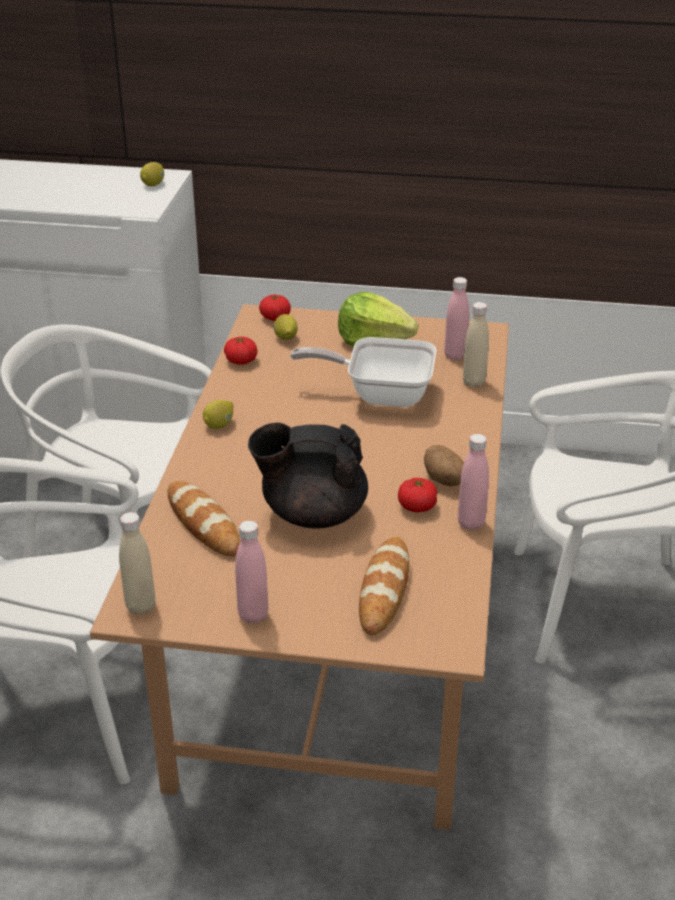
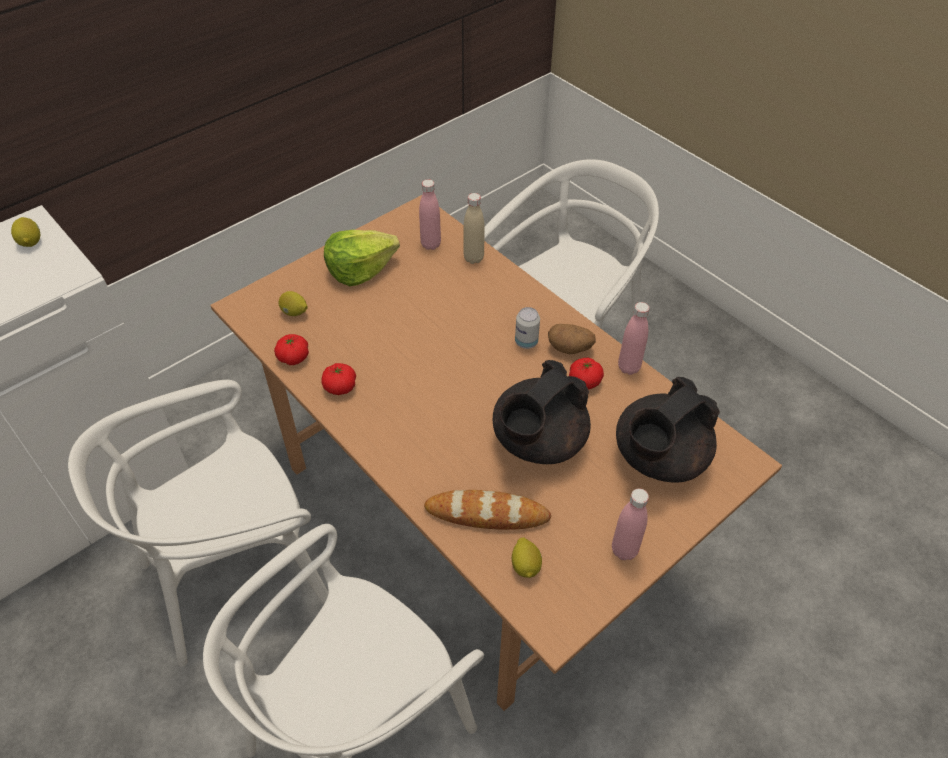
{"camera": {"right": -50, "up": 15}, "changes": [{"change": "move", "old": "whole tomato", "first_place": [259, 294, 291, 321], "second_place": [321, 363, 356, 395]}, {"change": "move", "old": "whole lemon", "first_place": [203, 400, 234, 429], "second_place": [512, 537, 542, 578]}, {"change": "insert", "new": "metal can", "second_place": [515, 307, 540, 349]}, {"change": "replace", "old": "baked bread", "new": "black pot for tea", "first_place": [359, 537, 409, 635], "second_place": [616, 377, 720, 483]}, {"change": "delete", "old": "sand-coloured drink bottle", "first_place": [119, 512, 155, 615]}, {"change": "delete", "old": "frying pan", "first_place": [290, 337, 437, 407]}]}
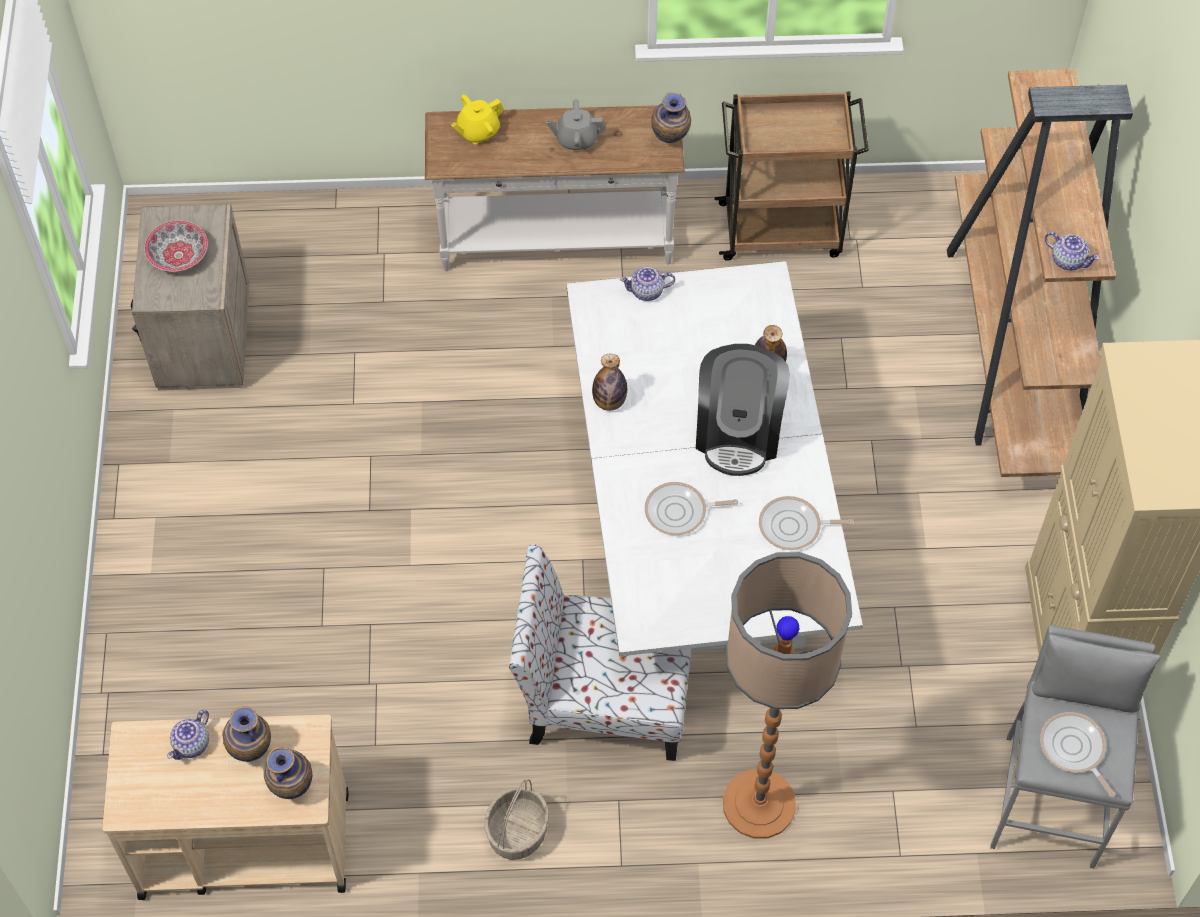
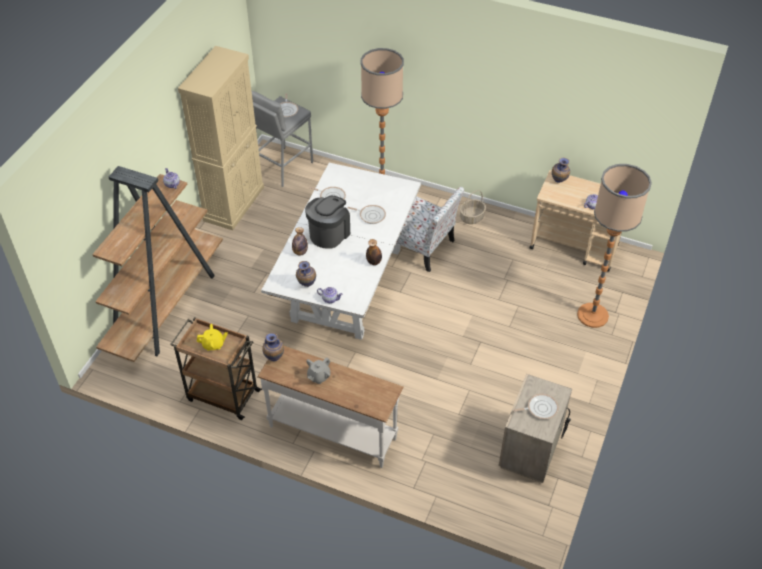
{"camera": {"right": -155, "up": -10}, "changes": [{"change": "move", "old": "yellowish pot for tea", "first_place": [451, 94, 504, 144], "second_place": [197, 324, 228, 351]}, {"change": "move", "old": "flower vase", "first_place": [222, 706, 271, 762], "second_place": [296, 261, 316, 287]}, {"change": "rotate", "old": "gray pot for tea", "first_place": [546, 99, 606, 150], "second_place": [307, 357, 331, 384], "degrees": 105}, {"change": "replace", "old": "serving bowl", "new": "frying pan", "first_place": [144, 221, 208, 272], "second_place": [513, 394, 559, 419]}, {"change": "insert", "new": "standing lamp", "second_place": [577, 164, 652, 328]}]}
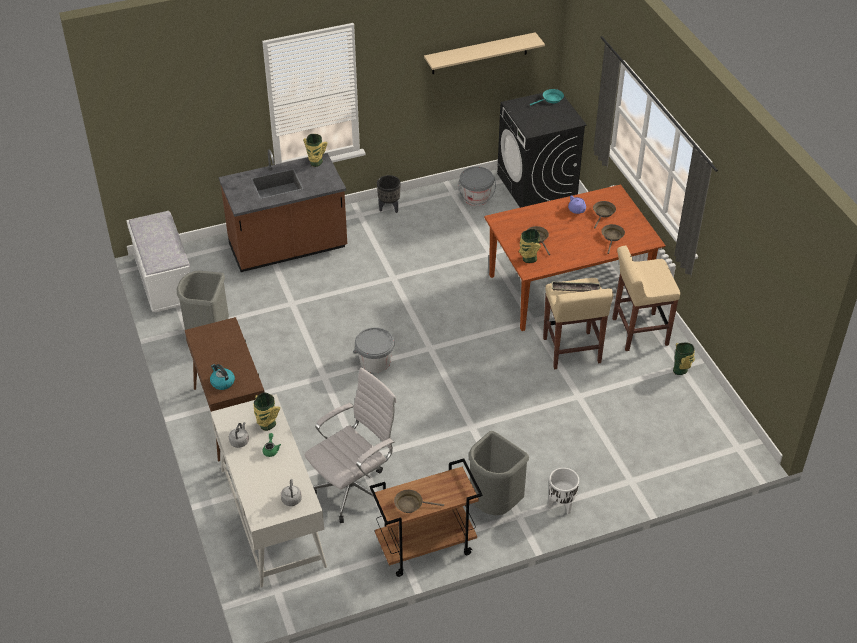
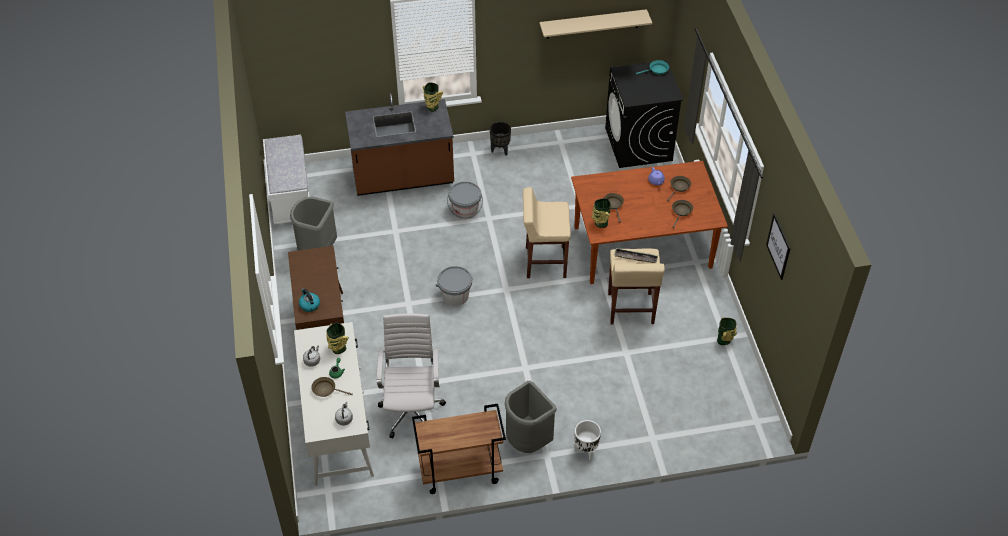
{"camera": {"right": 10, "up": 5}, "changes": [{"change": "move", "old": "brownish frying pan", "first_place": [394, 490, 444, 513], "second_place": [311, 377, 353, 397]}, {"change": "rotate", "old": "whitish computer chair", "first_place": [305, 368, 397, 523], "second_place": [376, 313, 446, 438], "degrees": -60}, {"change": "move", "old": "gray water bucket", "first_place": [459, 167, 496, 206], "second_place": [447, 181, 483, 219]}, {"change": "move", "old": "sand-coloured stool seat", "first_place": [612, 245, 680, 351], "second_place": [523, 187, 571, 278]}, {"change": "insert", "new": "wall art", "second_place": [766, 213, 791, 280]}]}
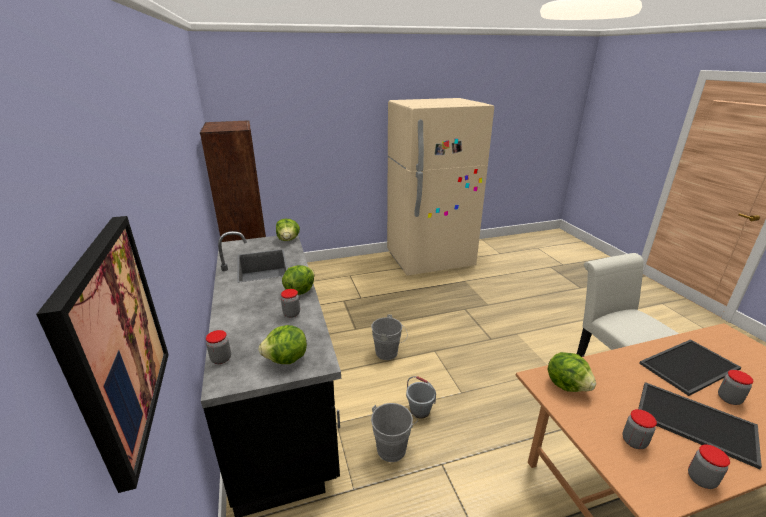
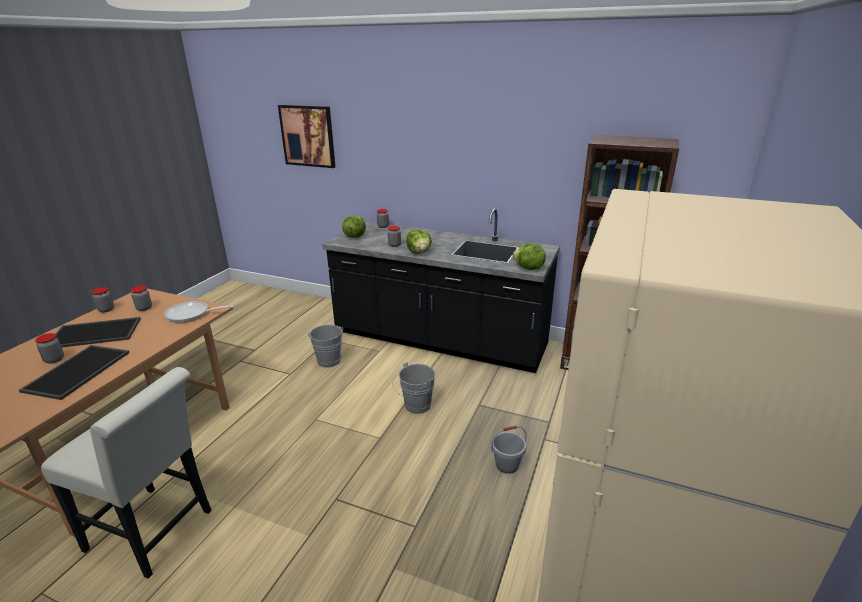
{"camera": {"right": 130, "up": 0}, "changes": [{"change": "replace", "old": "head of lettuce", "new": "frying pan", "first_place": [548, 352, 596, 392], "second_place": [164, 301, 234, 323]}, {"change": "move", "old": "gray water bucket", "first_place": [406, 376, 436, 419], "second_place": [491, 426, 527, 474]}]}
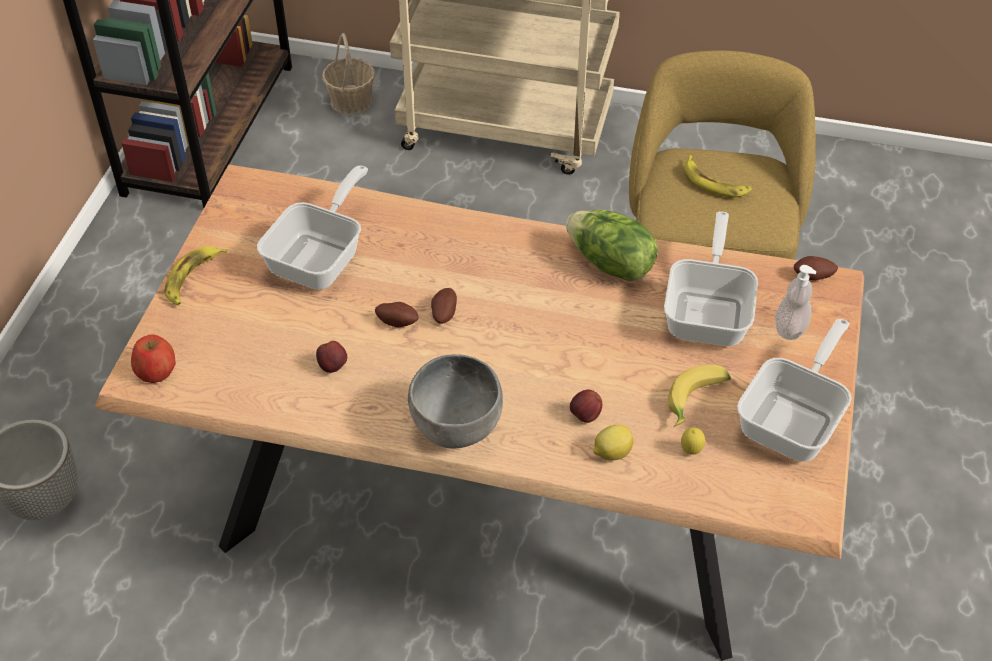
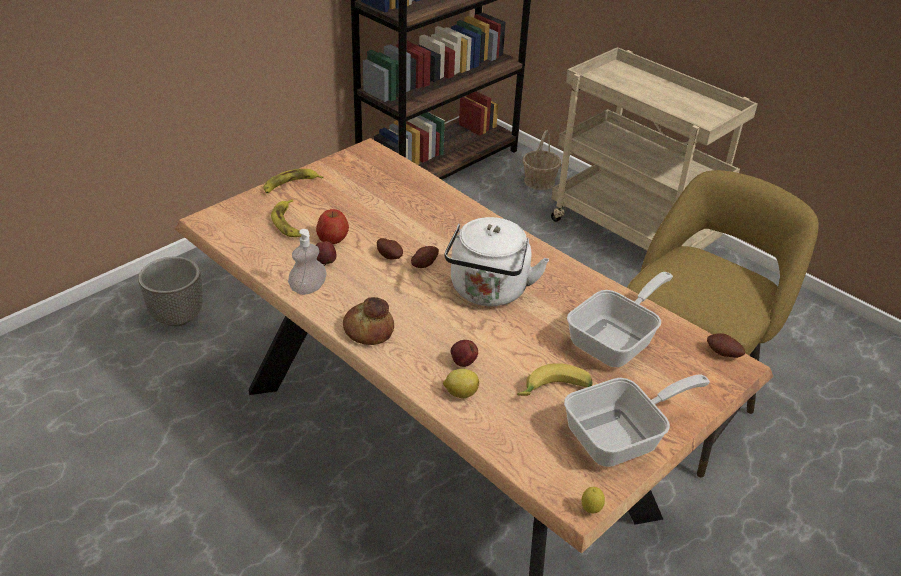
{"camera": {"right": 30, "up": -10}, "changes": [{"change": "move", "old": "banana", "first_place": [684, 155, 752, 198], "second_place": [271, 199, 301, 237]}, {"change": "move", "old": "liquid soap bottle", "first_place": [775, 265, 816, 340], "second_place": [288, 229, 327, 295]}, {"change": "move", "old": "apple", "first_place": [131, 334, 176, 383], "second_place": [316, 209, 349, 244]}, {"change": "replace", "old": "gray serving bowl", "new": "baked bread", "first_place": [408, 354, 503, 448], "second_place": [343, 297, 394, 345]}, {"change": "insert", "new": "whitish kettle", "second_place": [444, 217, 549, 306]}, {"change": "move", "old": "whole lemon", "first_place": [681, 427, 705, 455], "second_place": [581, 487, 605, 514]}, {"change": "delete", "old": "frying pan", "first_place": [257, 165, 368, 290]}, {"change": "delete", "old": "head of lettuce", "first_place": [566, 210, 658, 281]}]}
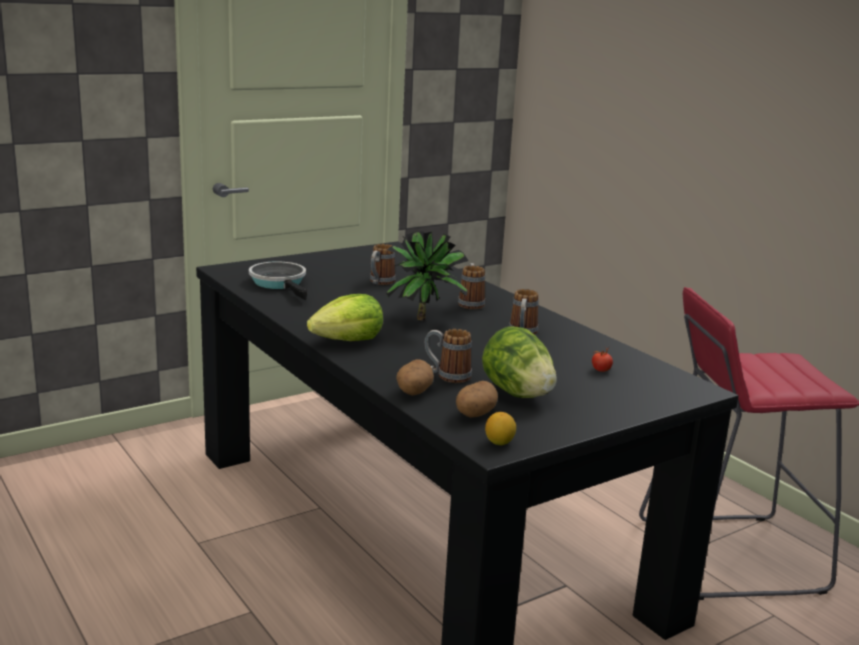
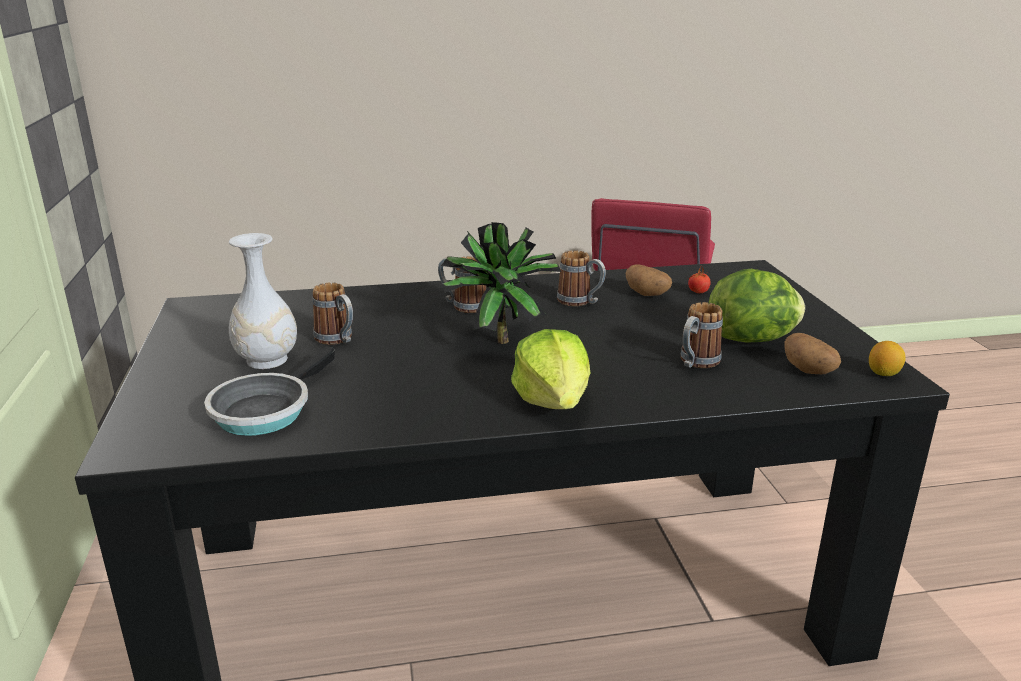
{"camera": {"right": -65, "up": 5}, "changes": [{"change": "rotate", "old": "frying pan", "first_place": [249, 261, 308, 300], "second_place": [204, 346, 335, 436], "degrees": -60}, {"change": "insert", "new": "whitish flower vase", "second_place": [229, 233, 297, 369]}, {"change": "move", "old": "potato", "first_place": [396, 359, 434, 396], "second_place": [626, 264, 672, 296]}]}
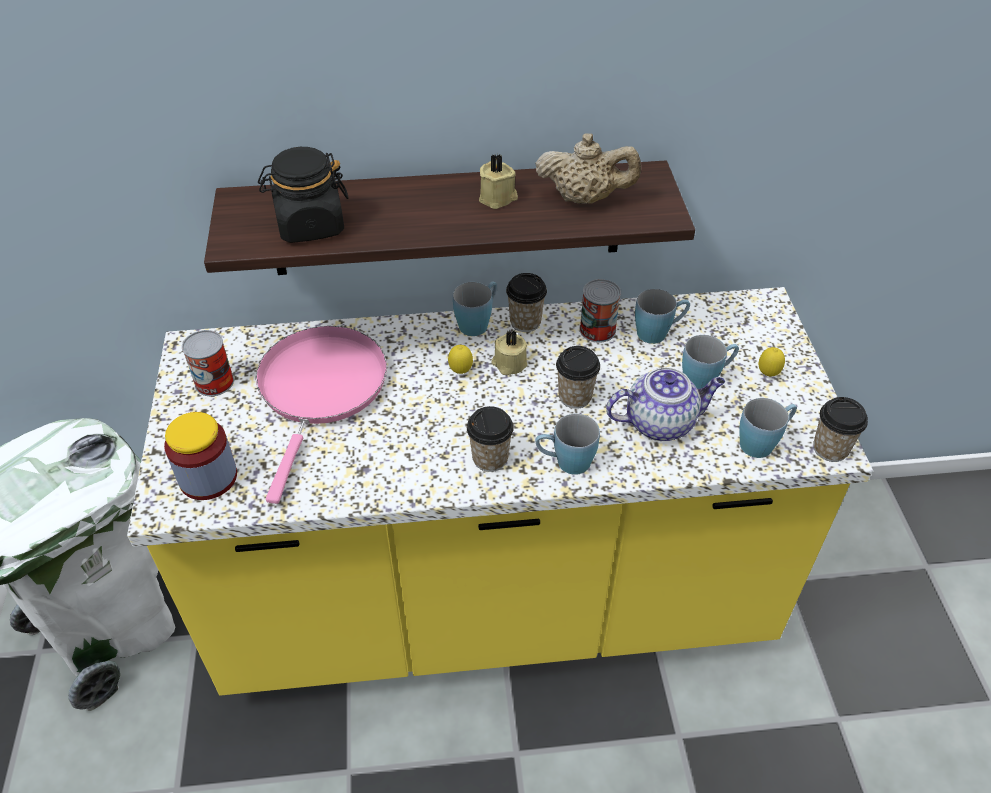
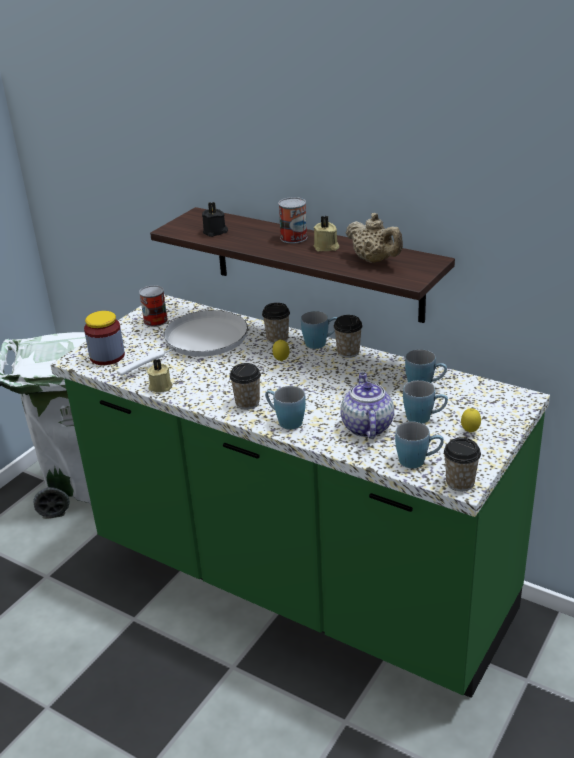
{"camera": {"right": 40, "up": -15}, "changes": [{"change": "recolor", "old": "yellowish kitchen base unit", "new": "green-coloured kitchen base unit", "first_place": [127, 287, 873, 696], "second_place": [50, 295, 550, 698]}, {"change": "recolor", "old": "pinkish frying pan", "new": "whitish frying pan", "first_place": [256, 326, 387, 504], "second_place": [117, 310, 248, 376]}, {"change": "move", "old": "sand-coloured wax candle", "first_place": [491, 330, 528, 375], "second_place": [147, 359, 173, 393]}, {"change": "replace", "old": "black storage jar", "new": "black wax candle", "first_place": [258, 147, 349, 243], "second_place": [202, 202, 228, 237]}, {"change": "move", "old": "cup", "first_place": [556, 346, 600, 409], "second_place": [262, 303, 290, 344]}, {"change": "move", "old": "metal can", "first_place": [580, 279, 621, 343], "second_place": [278, 197, 307, 244]}, {"change": "rotate", "old": "pot for tea", "first_place": [606, 367, 725, 441], "second_place": [340, 373, 394, 439], "degrees": -120}]}
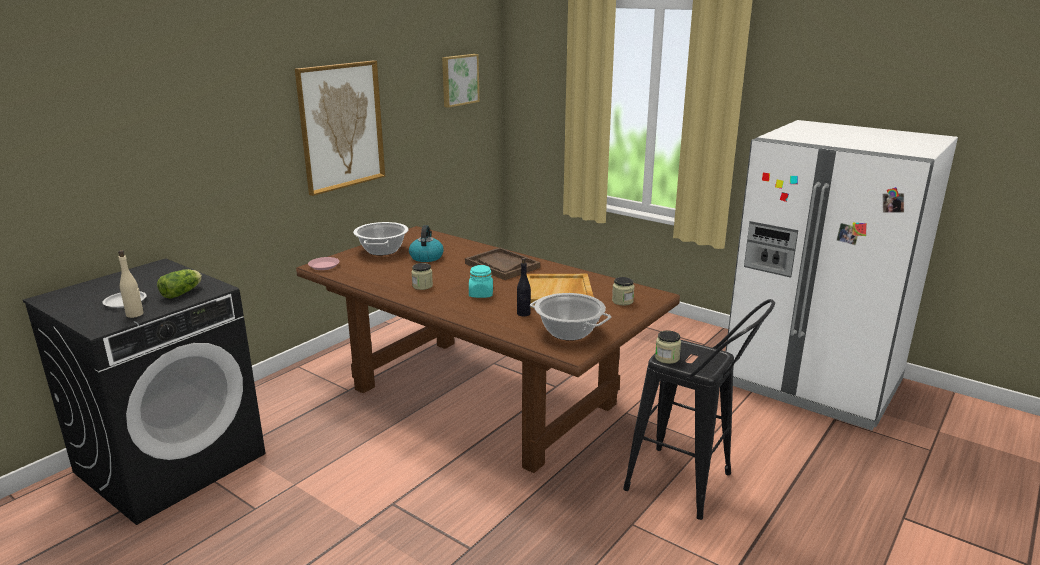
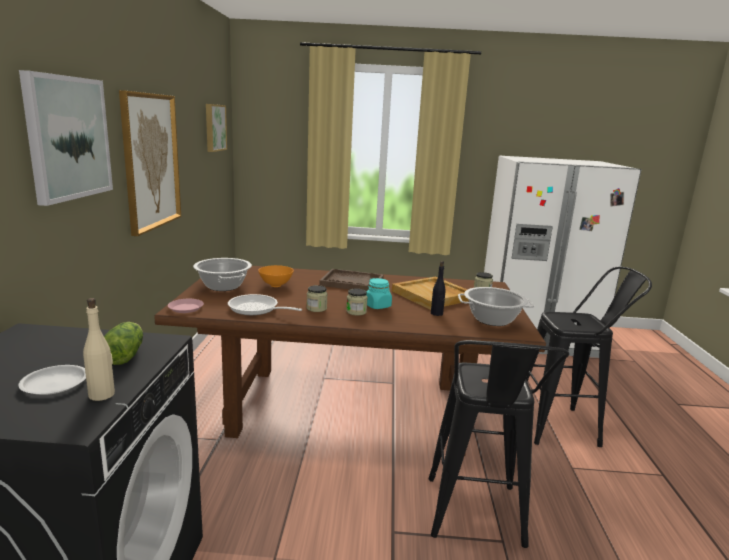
{"camera": {"right": -35, "up": -5}, "changes": [{"change": "insert", "new": "wall art", "second_place": [19, 70, 113, 206]}, {"change": "insert", "new": "frying pan", "second_place": [228, 294, 302, 315]}, {"change": "replace", "old": "kettle", "new": "orange-coloured serving bowl", "first_place": [409, 225, 444, 262], "second_place": [258, 265, 294, 287]}, {"change": "move", "old": "storage jar", "first_place": [655, 330, 681, 364], "second_place": [346, 289, 368, 316]}, {"change": "insert", "new": "black stool seat", "second_place": [428, 340, 569, 548]}]}
